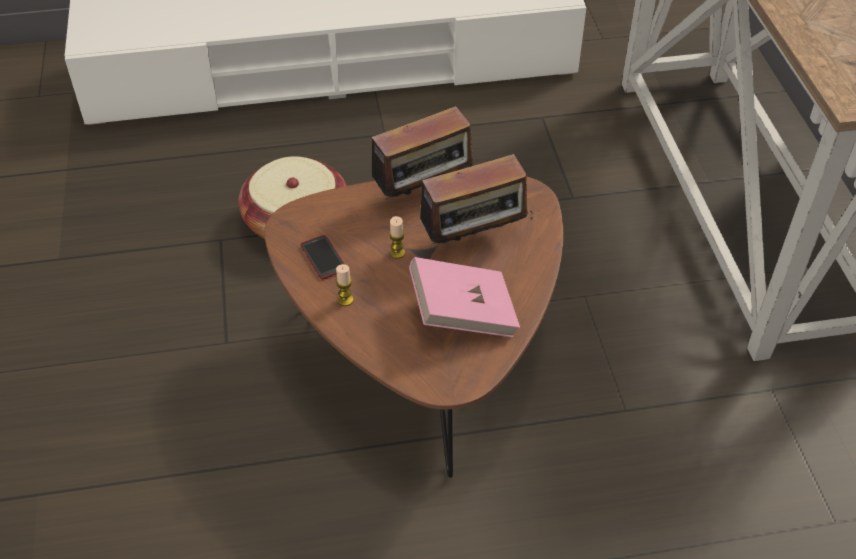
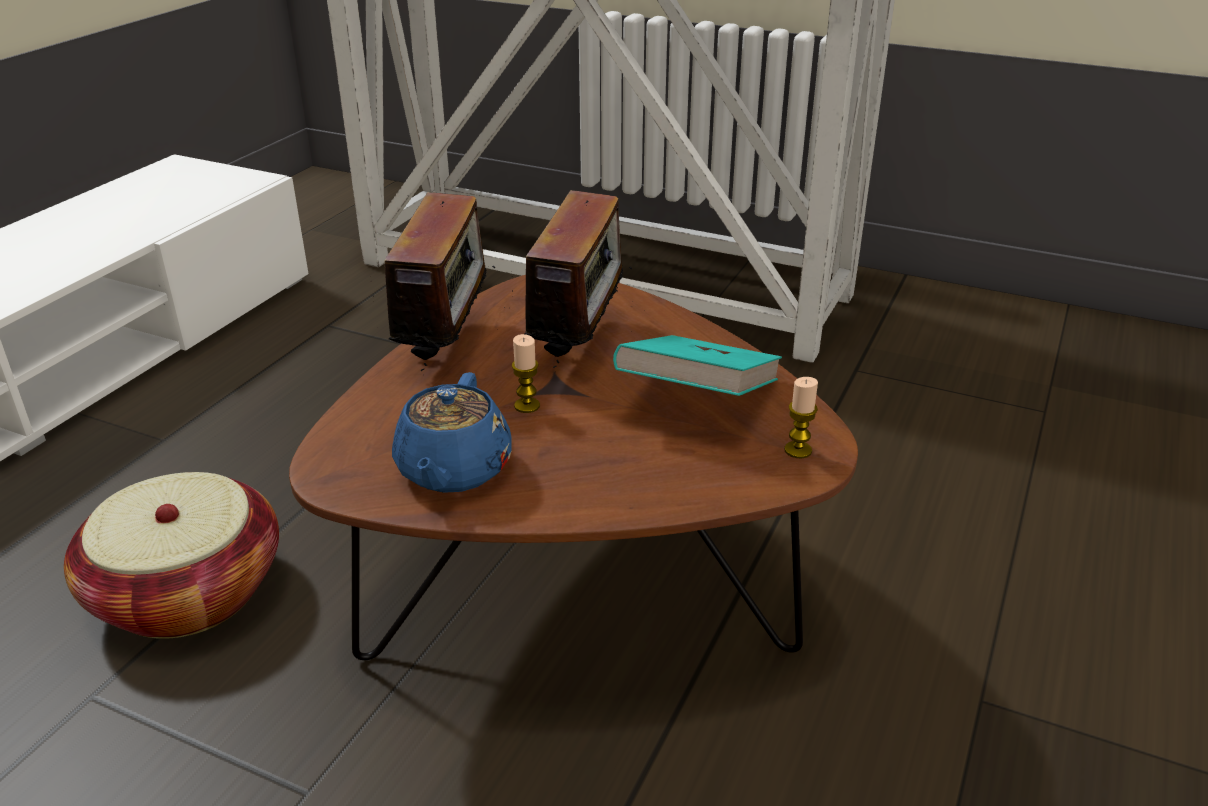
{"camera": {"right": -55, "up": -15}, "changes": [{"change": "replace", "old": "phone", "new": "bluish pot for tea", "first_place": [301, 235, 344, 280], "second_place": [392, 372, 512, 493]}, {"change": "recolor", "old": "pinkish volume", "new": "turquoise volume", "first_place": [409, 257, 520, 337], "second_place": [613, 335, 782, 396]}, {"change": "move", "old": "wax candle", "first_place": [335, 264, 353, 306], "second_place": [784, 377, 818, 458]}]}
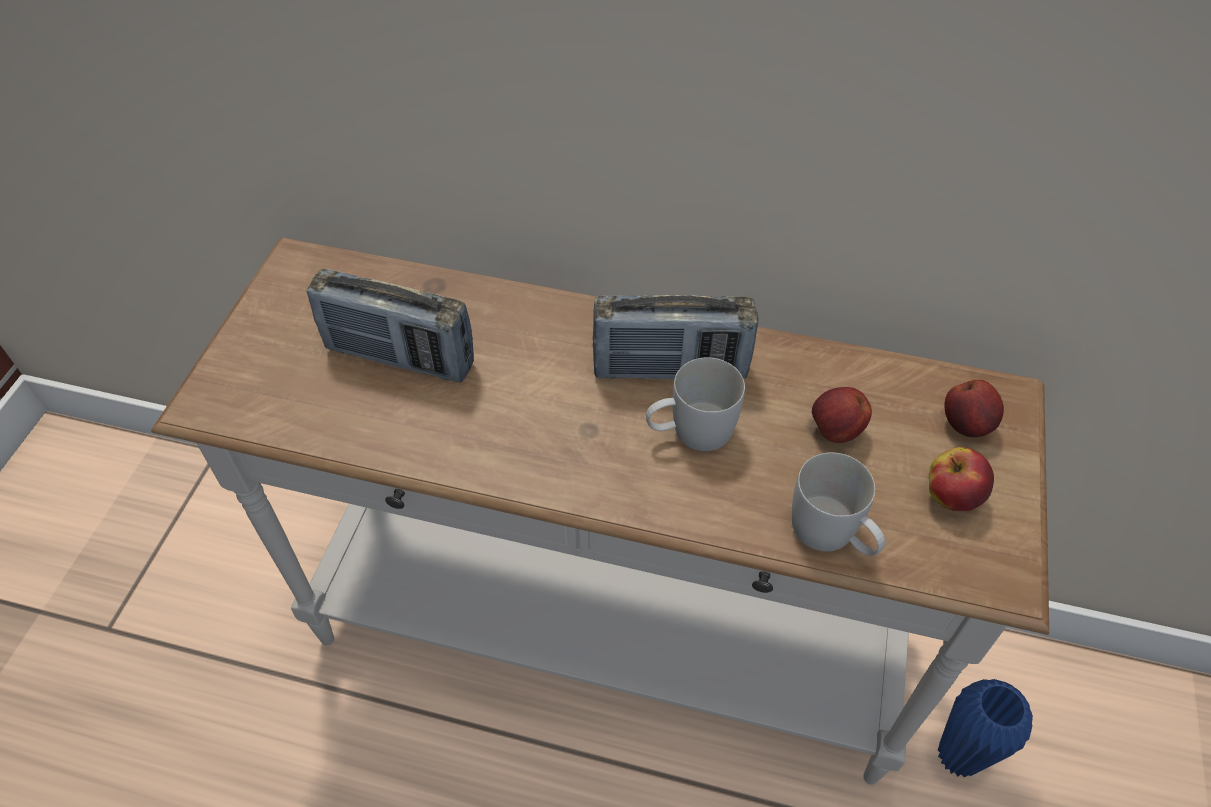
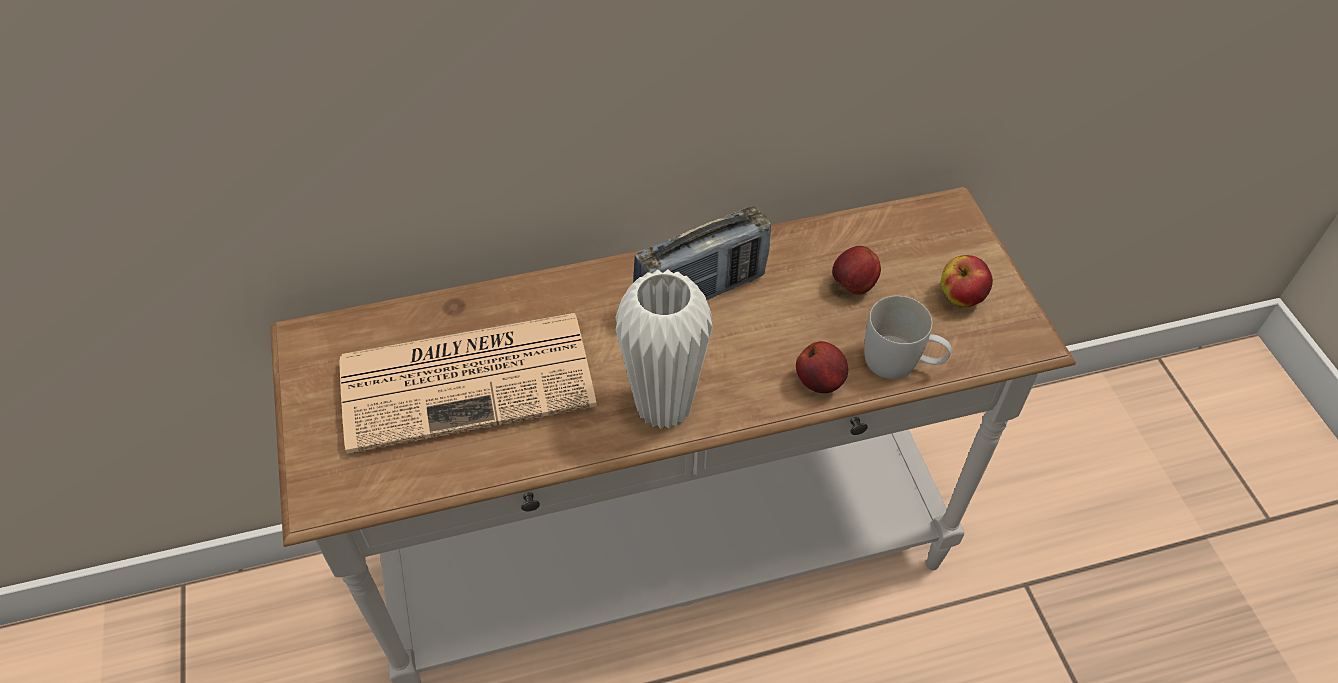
{"camera": {"right": -30, "up": 0}, "changes": [{"change": "replace", "old": "radio receiver", "new": "newspaper", "first_place": [307, 269, 474, 382], "second_place": [339, 313, 597, 454]}, {"change": "insert", "new": "whitish flower vase", "second_place": [615, 270, 713, 429]}, {"change": "move", "old": "apple", "first_place": [944, 380, 1004, 437], "second_place": [796, 341, 848, 393]}, {"change": "delete", "old": "whitish tea mug", "first_place": [646, 357, 745, 451]}, {"change": "delete", "old": "bluish flower vase", "first_place": [938, 679, 1033, 777]}]}
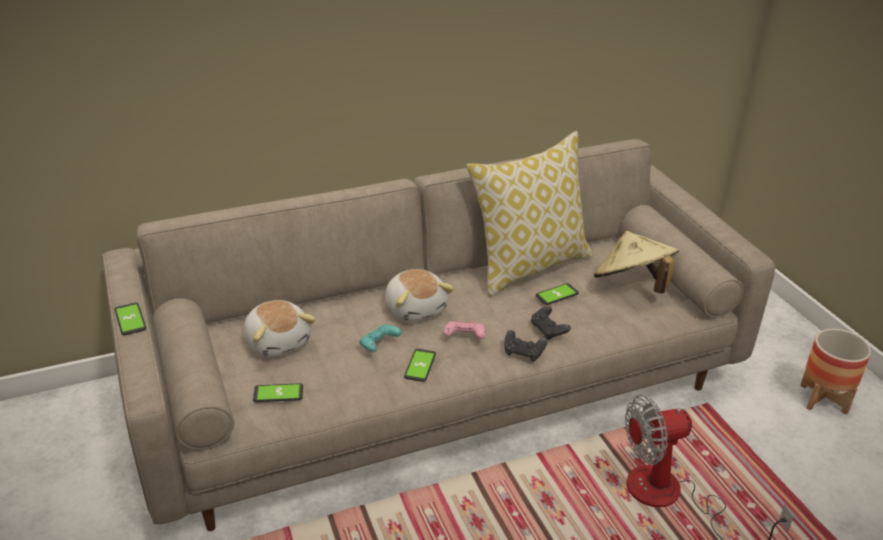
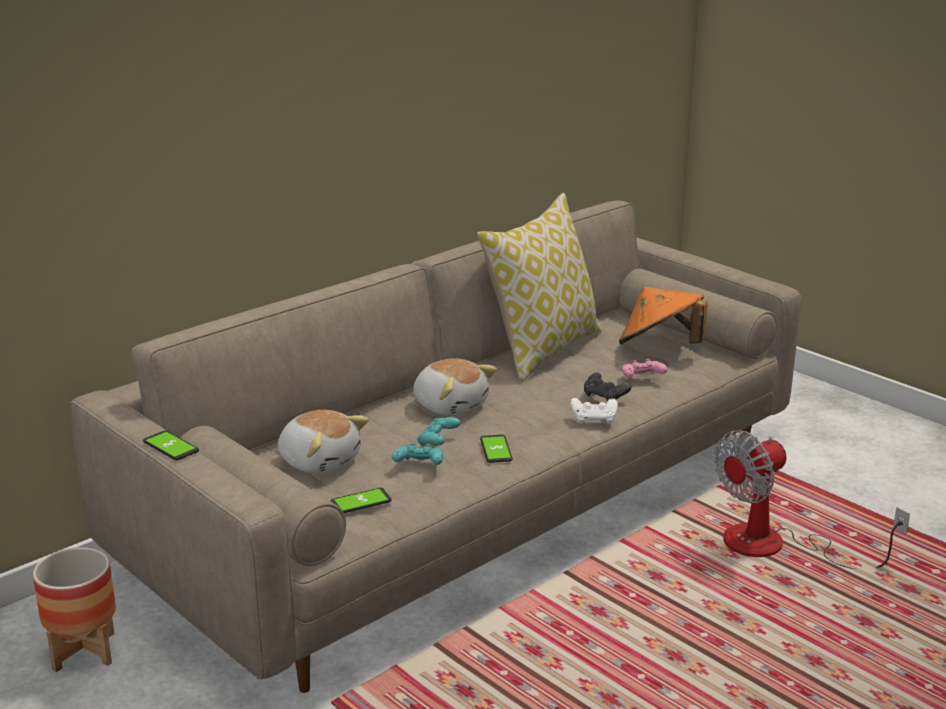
{"camera": {"right": -20, "up": -10}, "changes": [{"change": "move", "old": "planter", "first_place": [800, 329, 871, 415], "second_place": [33, 547, 116, 672]}, {"change": "insert", "new": "turquoise joypad", "second_place": [392, 443, 443, 465]}, {"change": "recolor", "old": "black joypad", "new": "whitish joypad", "first_place": [504, 330, 548, 361], "second_place": [570, 398, 618, 424]}, {"change": "recolor", "old": "sand-coloured hat", "new": "orange-coloured hat", "first_place": [594, 231, 679, 293], "second_place": [619, 287, 708, 345]}, {"change": "move", "old": "pinkish joypad", "first_place": [443, 320, 486, 339], "second_place": [622, 359, 668, 378]}, {"change": "delete", "old": "phone", "first_place": [536, 283, 579, 305]}]}
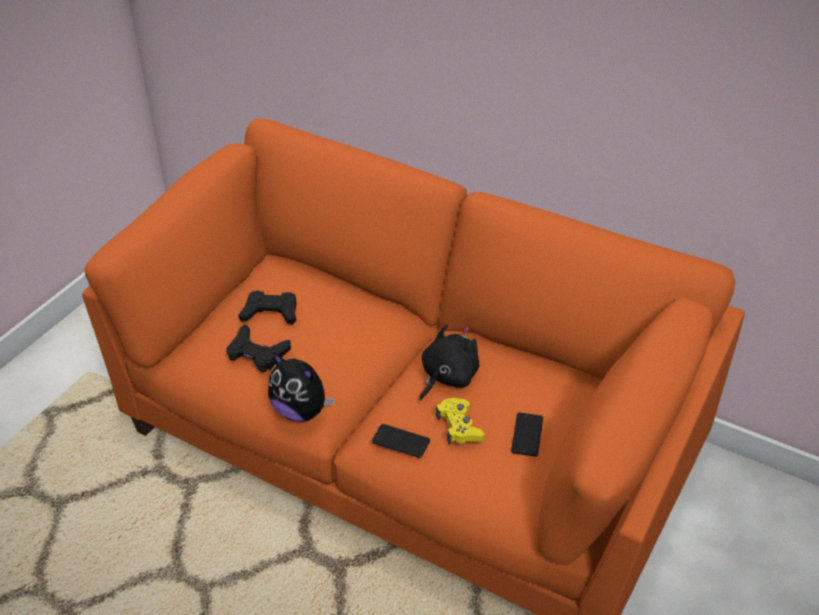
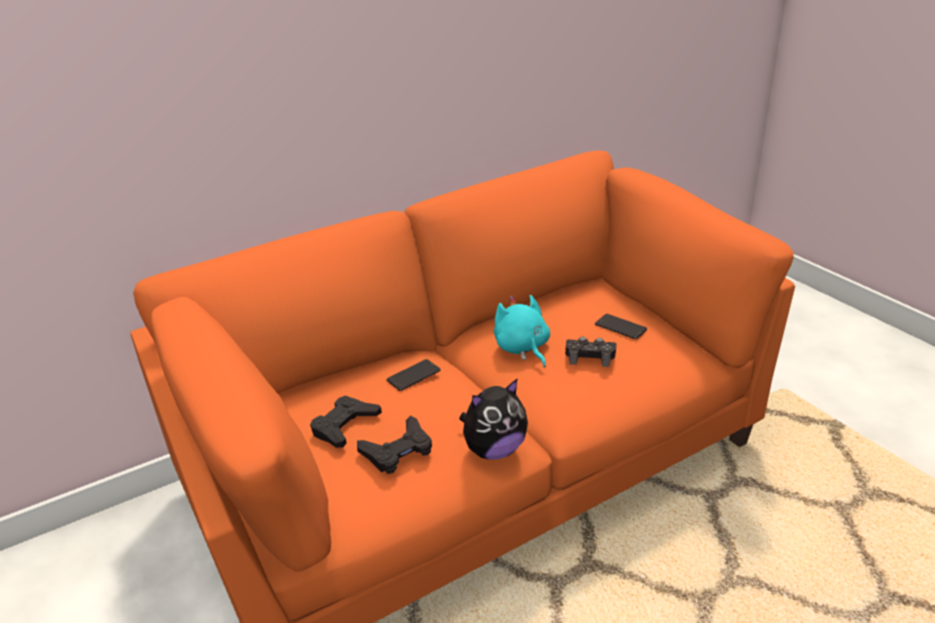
{"camera": {"right": -60, "up": -10}, "changes": [{"change": "move", "old": "phone", "first_place": [372, 424, 430, 458], "second_place": [387, 359, 441, 391]}, {"change": "recolor", "old": "black cuddly toy", "new": "turquoise cuddly toy", "first_place": [420, 324, 480, 401], "second_place": [494, 295, 550, 368]}, {"change": "recolor", "old": "yellowish joypad", "new": "black joypad", "first_place": [436, 398, 484, 445], "second_place": [565, 337, 616, 367]}]}
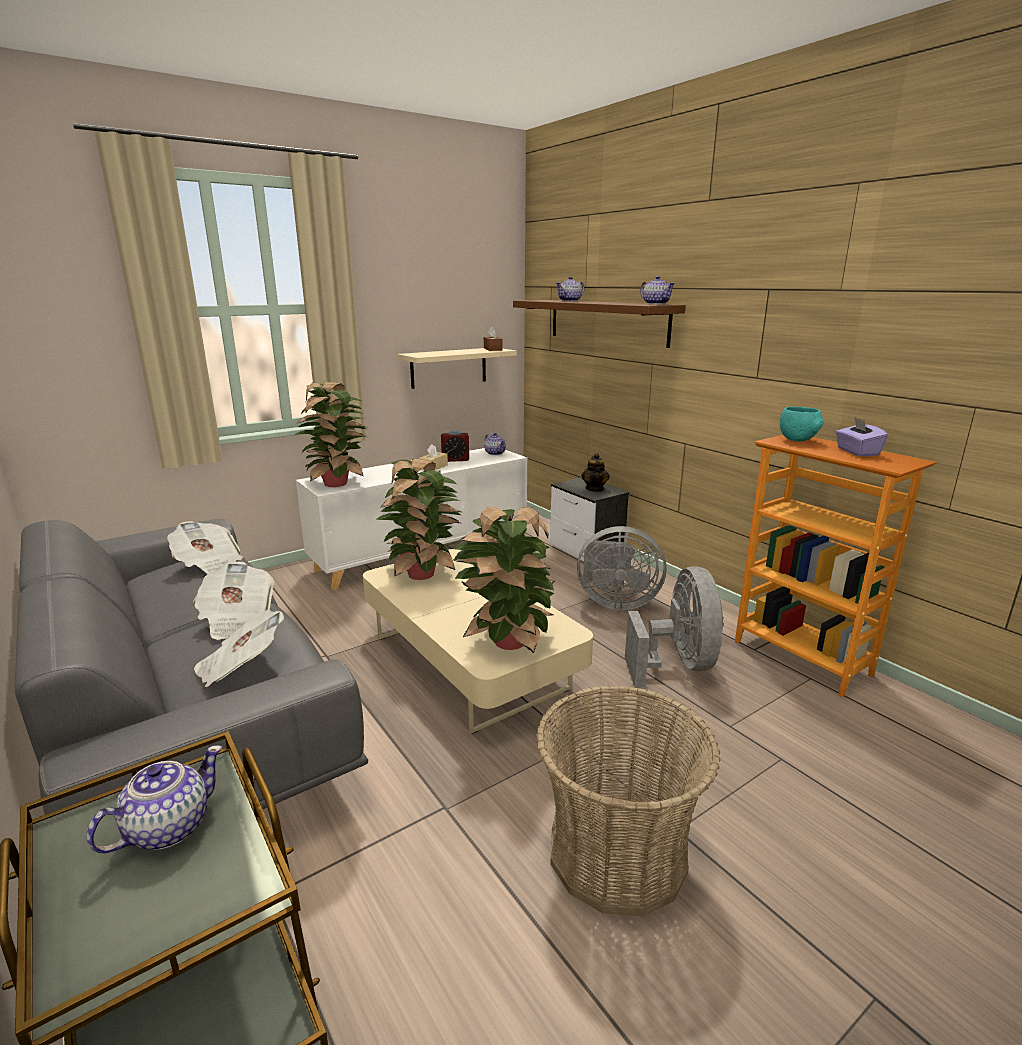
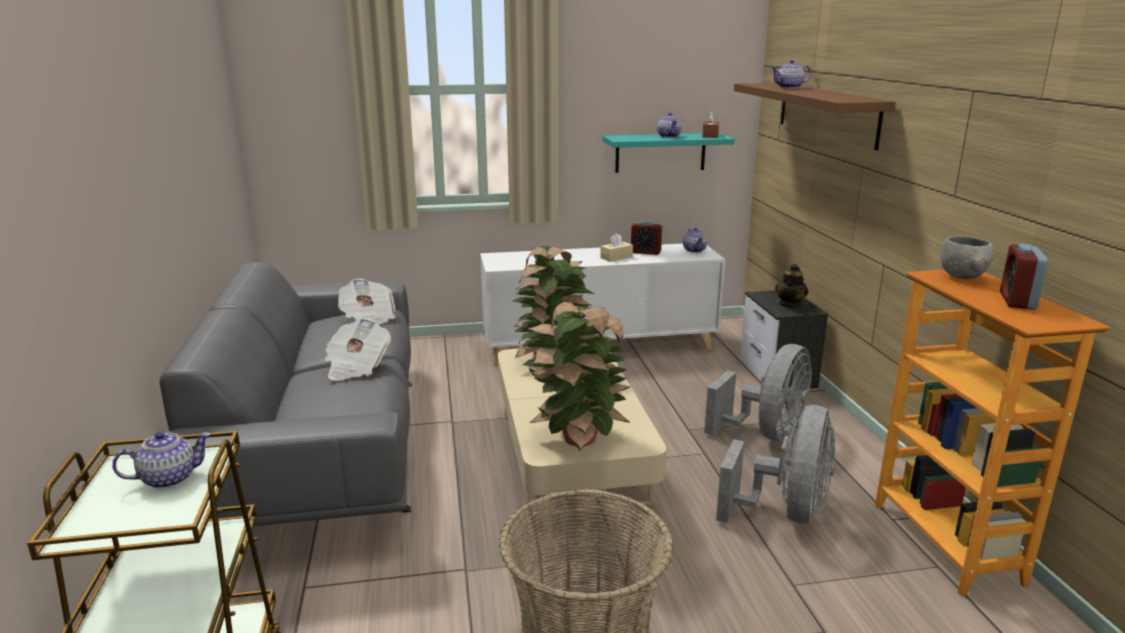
{"camera": {"right": 25, "up": 0}, "changes": [{"change": "recolor", "old": "sand-coloured wall shelf", "new": "turquoise wall shelf", "first_place": [398, 348, 517, 389], "second_place": [603, 133, 735, 173]}, {"change": "move", "old": "pot for tea", "first_place": [640, 276, 675, 305], "second_place": [657, 113, 681, 138]}, {"change": "rotate", "old": "gray electric fan", "first_place": [577, 526, 666, 610], "second_place": [704, 344, 812, 441], "degrees": -90}, {"change": "recolor", "old": "turquoise serving bowl", "new": "gray serving bowl", "first_place": [780, 407, 824, 441], "second_place": [941, 236, 994, 279]}, {"change": "replace", "old": "purple tissue holder", "new": "alarm clock", "first_place": [836, 417, 888, 456], "second_place": [1000, 244, 1048, 310]}, {"change": "delete", "old": "newspaper", "first_place": [194, 610, 284, 687]}, {"change": "delete", "old": "houseplant", "first_place": [294, 382, 369, 487]}]}
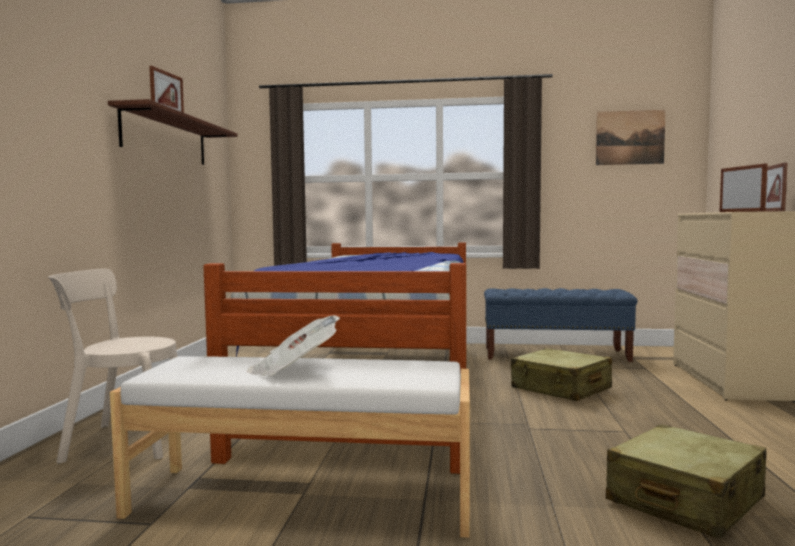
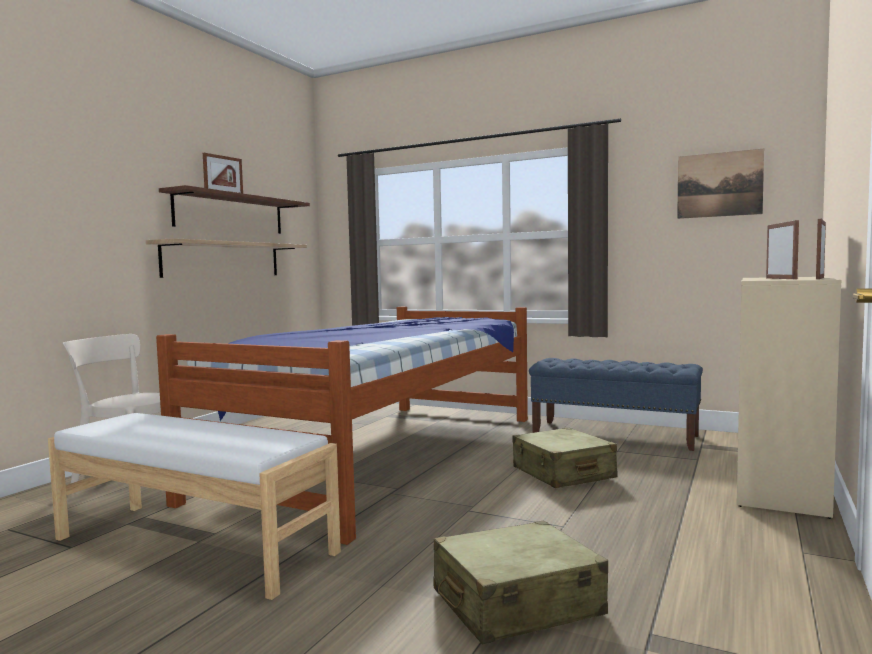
{"camera": {"right": 20, "up": 0}, "changes": [{"change": "insert", "new": "wall shelf", "second_place": [146, 238, 307, 278]}, {"change": "delete", "old": "newspaper", "first_place": [247, 315, 340, 376]}]}
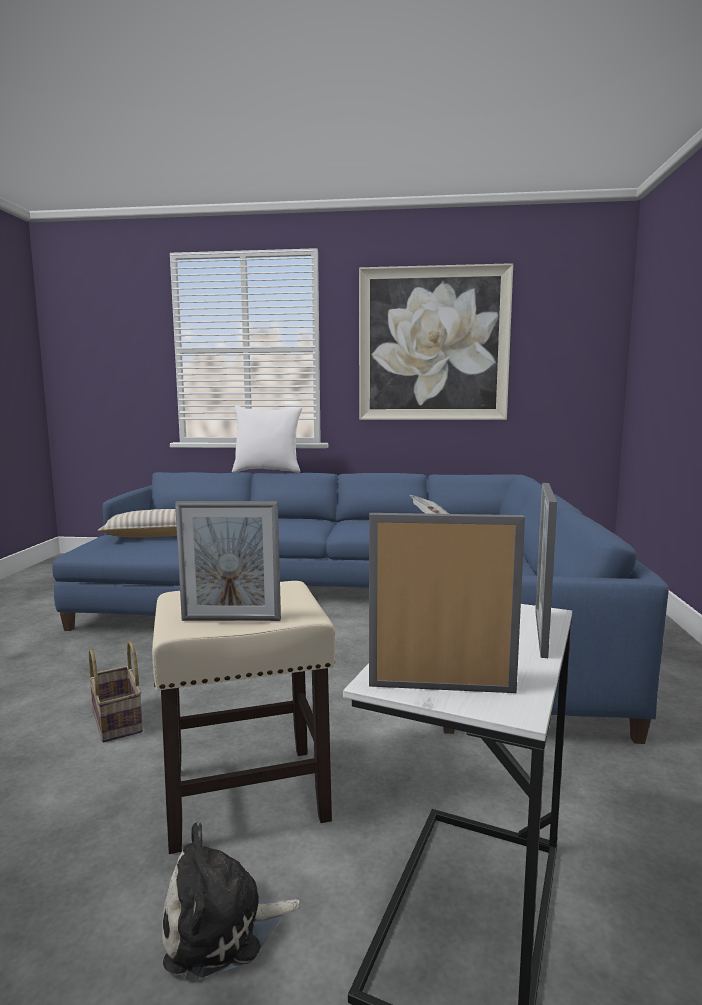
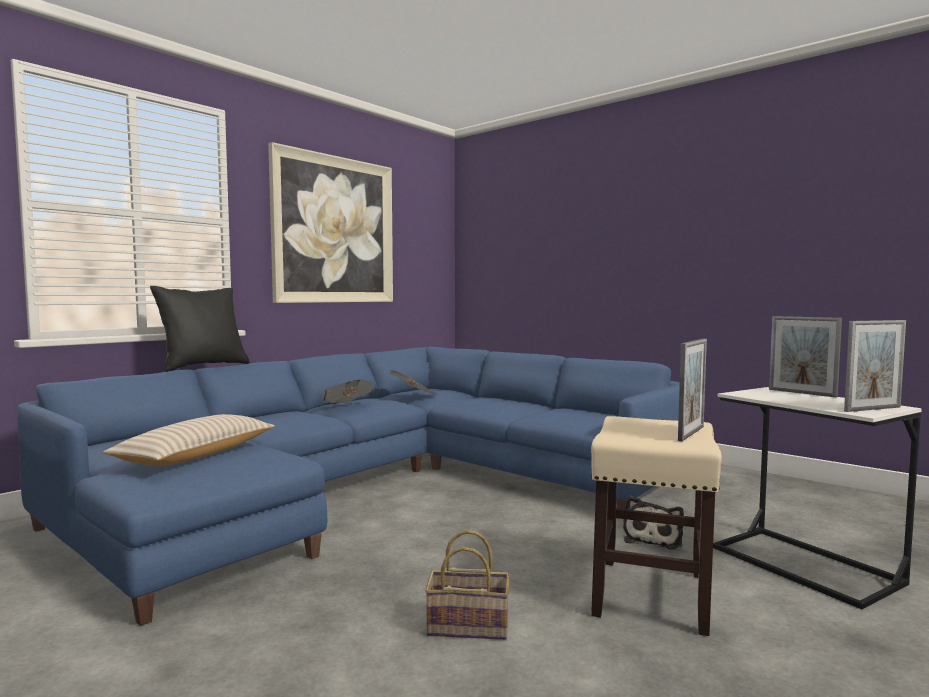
{"camera": {"right": -55, "up": -5}, "changes": [{"change": "recolor", "old": "whitish pillow", "new": "black pillow", "first_place": [232, 406, 302, 473], "second_place": [150, 286, 250, 372]}, {"change": "insert", "new": "newspaper", "second_place": [323, 379, 373, 403]}, {"change": "move", "old": "cuddly toy", "first_place": [162, 822, 300, 980], "second_place": [623, 495, 684, 549]}, {"change": "rotate", "old": "standing frame", "first_place": [369, 513, 525, 693], "second_place": [844, 320, 906, 412], "degrees": -150}]}
